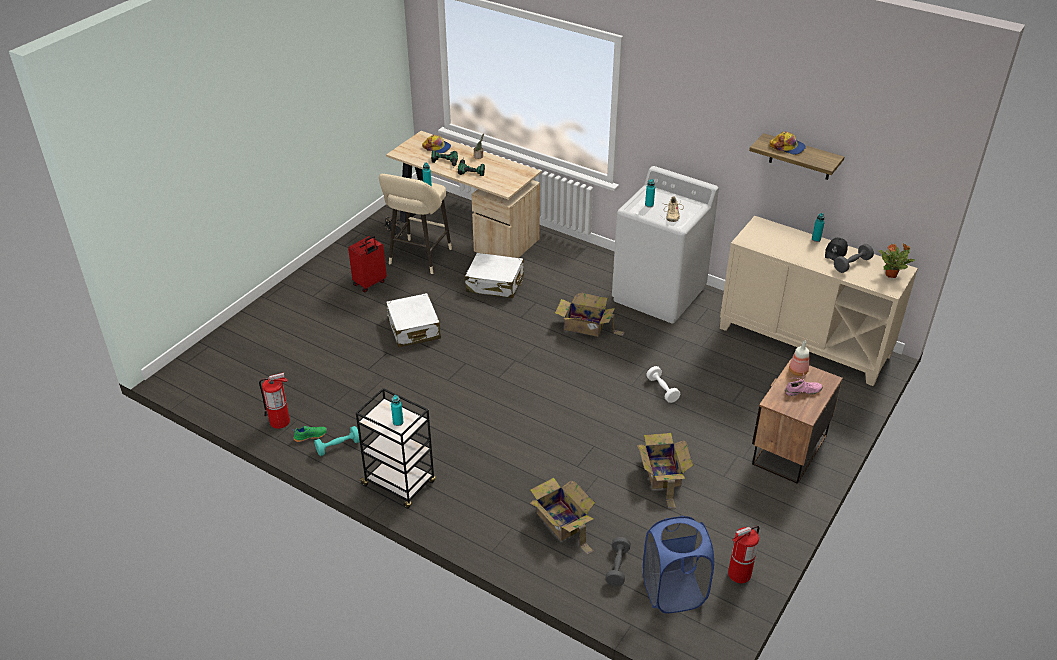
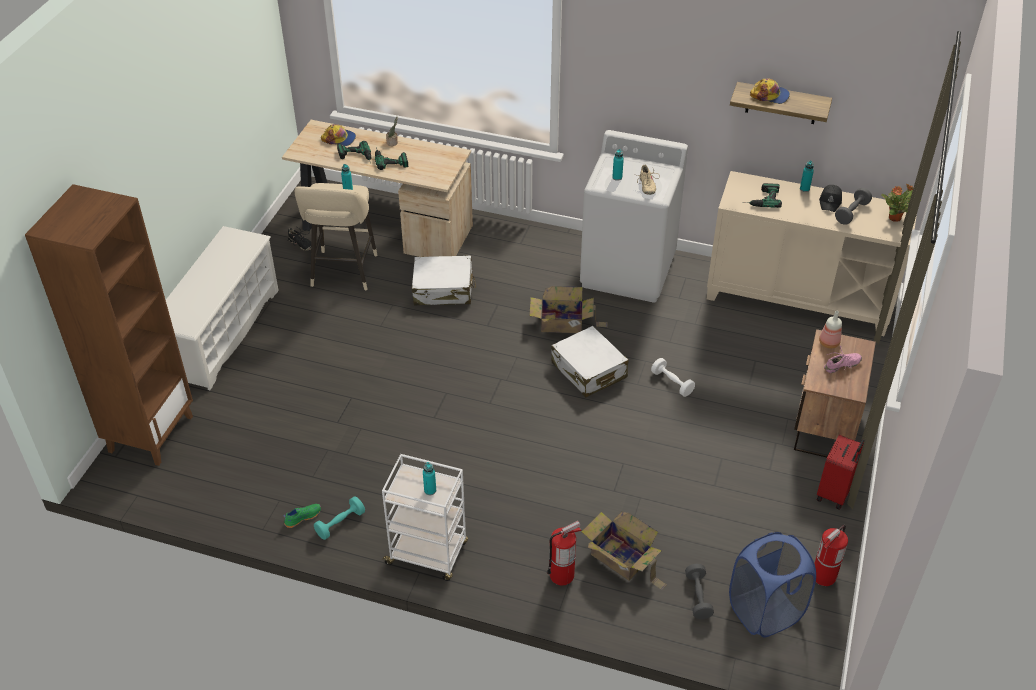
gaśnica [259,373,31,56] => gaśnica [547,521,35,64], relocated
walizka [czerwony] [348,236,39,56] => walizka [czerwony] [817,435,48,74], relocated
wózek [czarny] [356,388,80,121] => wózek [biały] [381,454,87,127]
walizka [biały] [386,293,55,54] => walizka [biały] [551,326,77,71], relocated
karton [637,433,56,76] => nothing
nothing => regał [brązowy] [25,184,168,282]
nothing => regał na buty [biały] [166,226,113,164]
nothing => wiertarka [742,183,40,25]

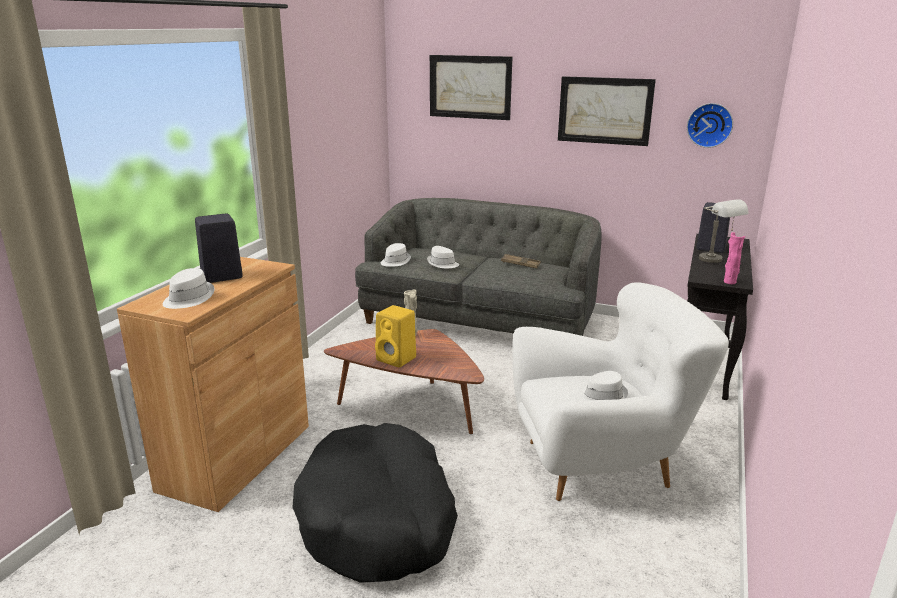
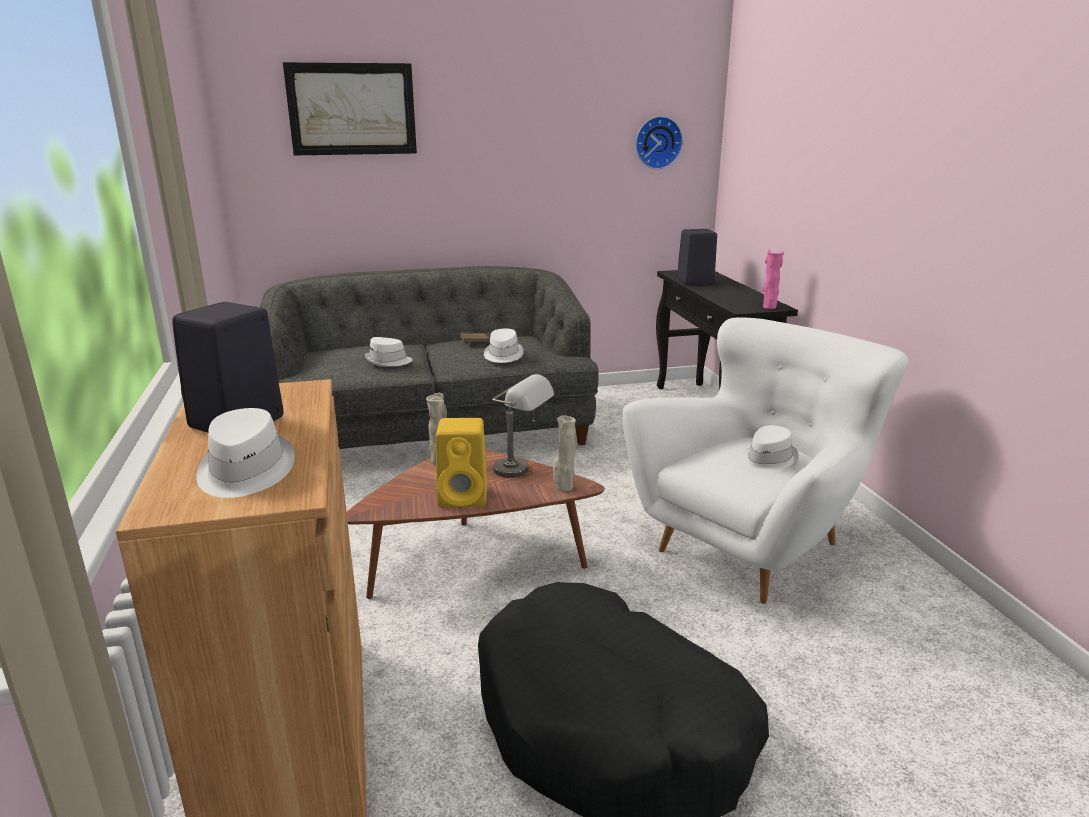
kapelusz [biały] [381,243,30,24] => kapelusz [biały] [484,329,40,34], relocated
obraz [558,76,98,70] => nothing
lampa stołowa [szary] [699,199,49,64] => lampa stołowa [szary] [492,374,62,104], relocated
nothing => wazon [beżowy] [553,415,23,76]

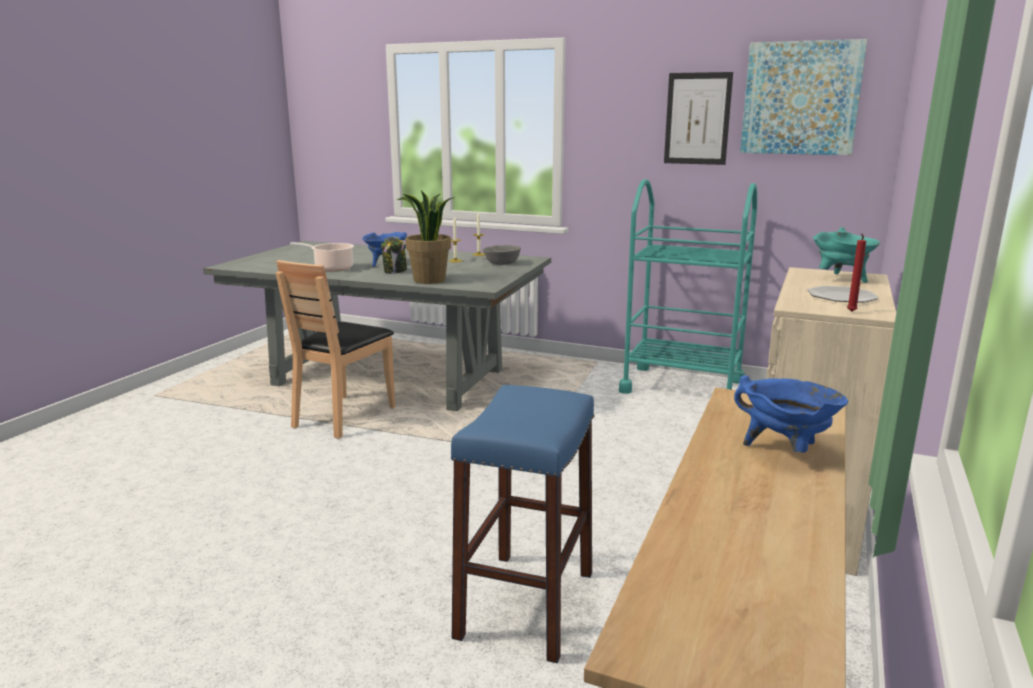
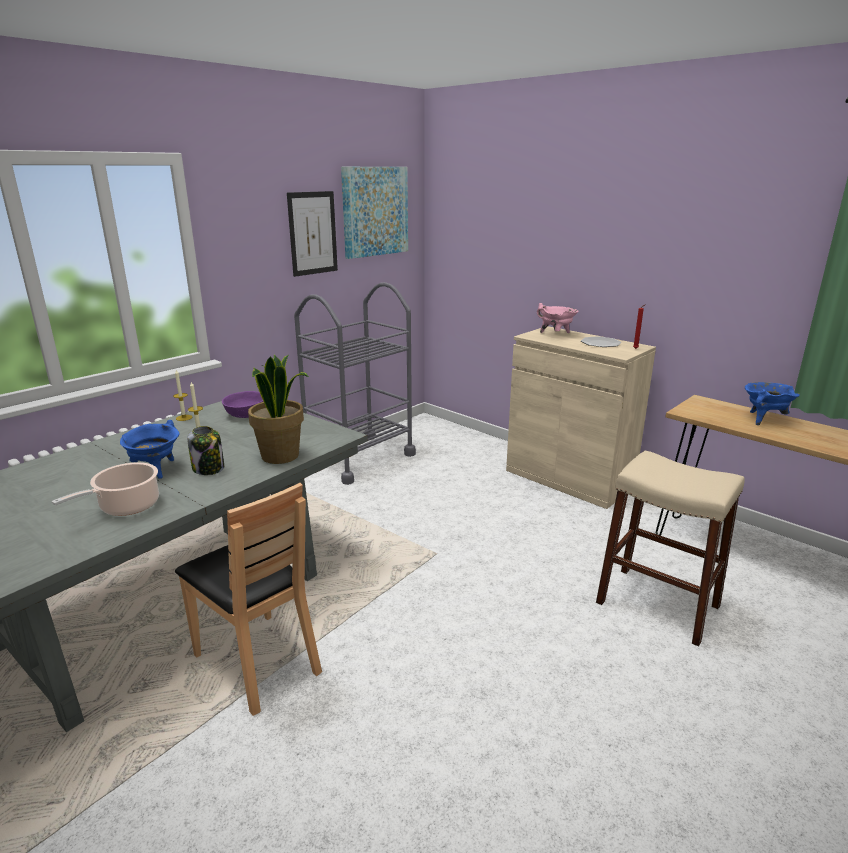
stołek [niebieski] [451,385,144,278] => stołek [beżowy] [596,450,149,197]
miska [szary] [482,245,39,20] => miska [fioletowy] [222,391,42,27]
wózek [turkusowy] [619,179,138,215] => wózek [szary] [294,282,122,203]
garnek [turkusowy] [813,227,67,56] => garnek [różowy] [537,303,42,30]

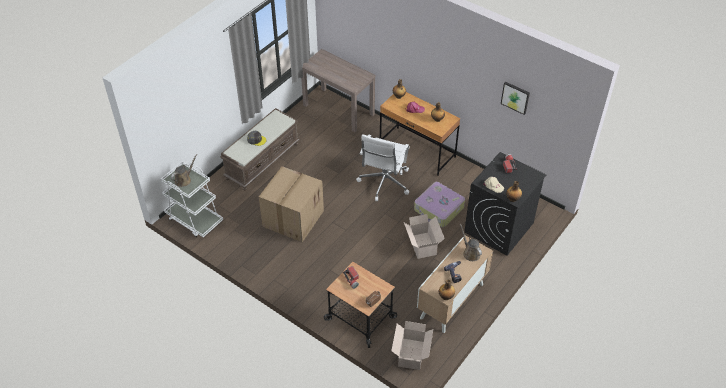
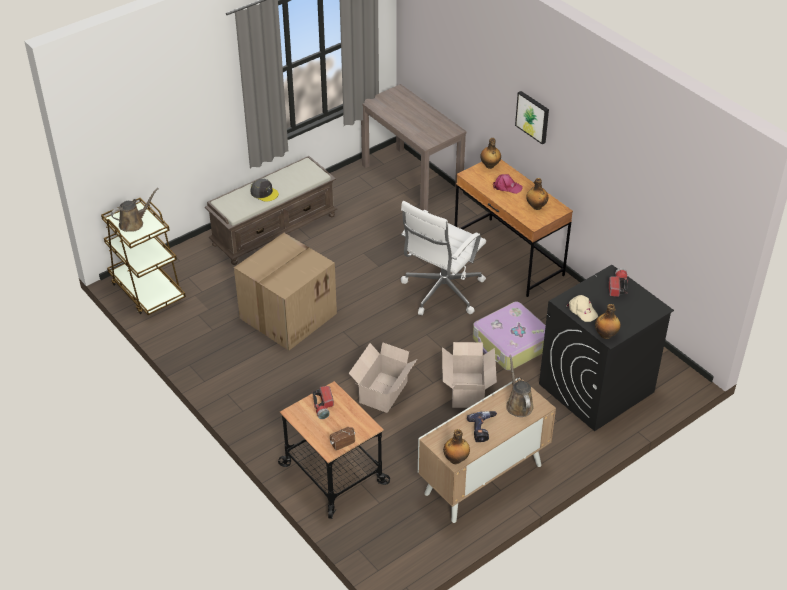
wózek [biały] [161,161,62,76] => wózek [brązowy] [101,198,85,117]
karton [391,321,42,49] => karton [349,342,68,71], relocated
obraz [501,82,29,33] => obraz [515,91,34,54], relocated

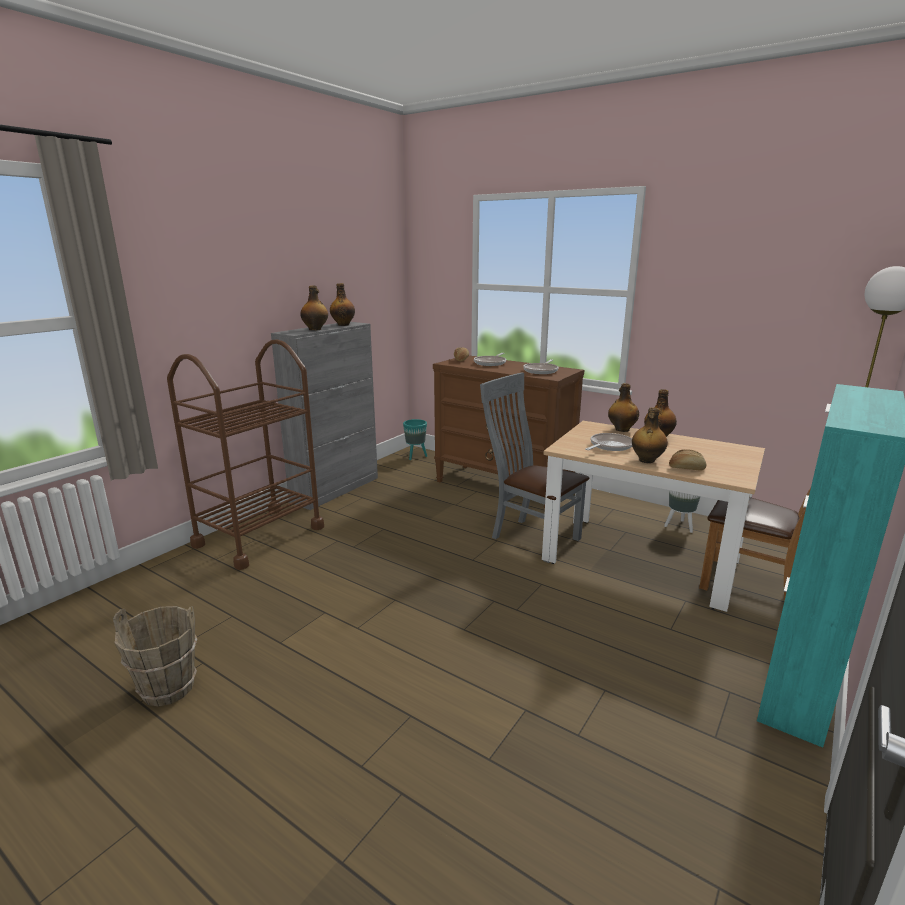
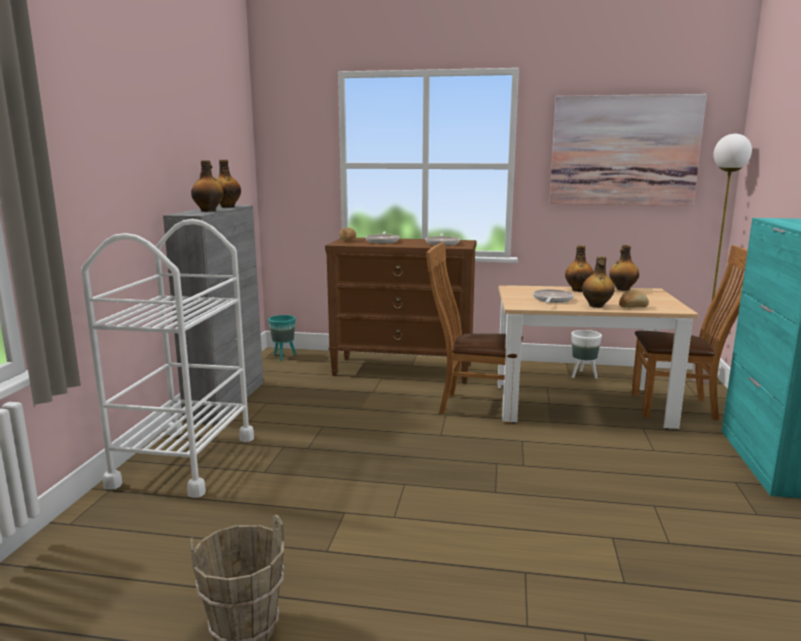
wózek [brązowy] [167,339,157,231] => wózek [biały] [81,219,173,279]
krzesło [szary] [480,372,109,191] => krzesło [brązowy] [426,242,97,181]
butelka [608,383,31,49] => butelka [609,245,30,46], relocated
nothing => obraz [549,94,158,112]

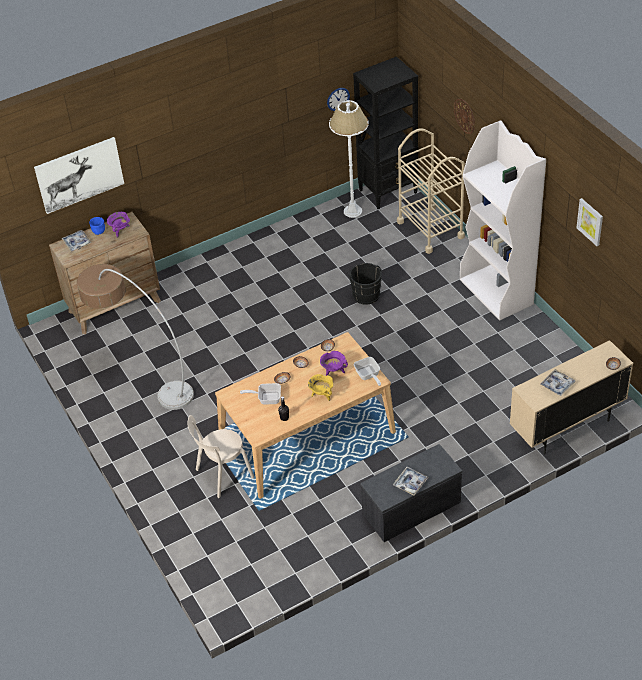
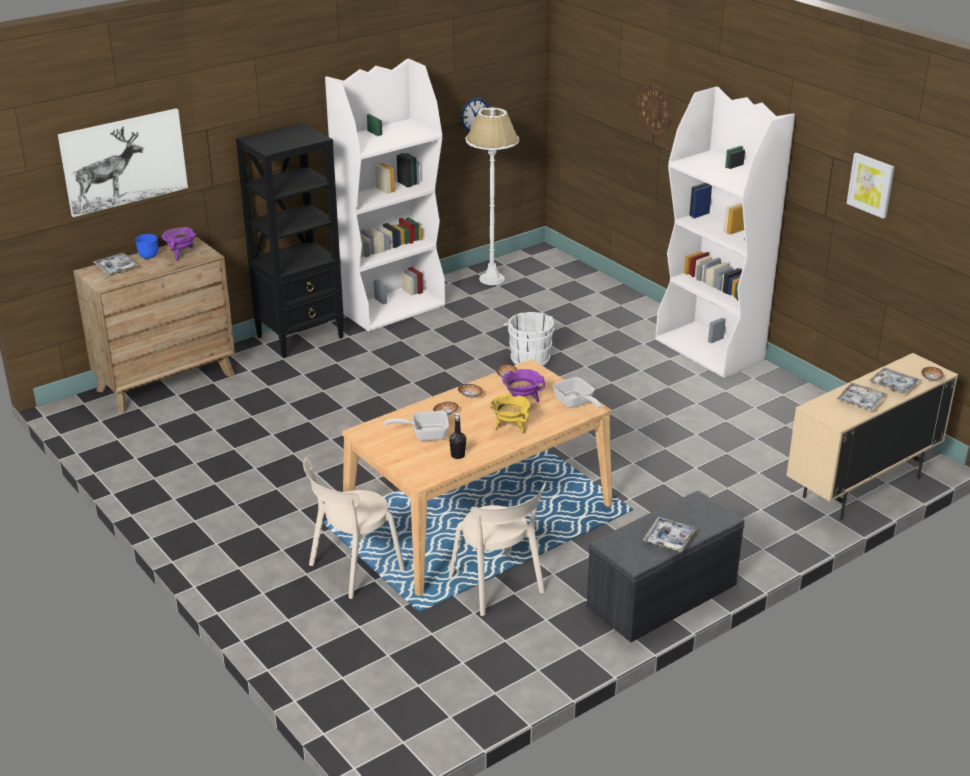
lampa stojąca [77,264,117,146] => nothing
wiadro [czarny] [347,263,35,42] => wiadro [biały] [503,312,51,54]
regał [czarny] [353,57,65,152] => regał [czarny] [236,123,108,235], relocated
wózek [beżowy] [397,128,68,126] => nothing
nothing => regał [biały] [325,58,120,274]
nothing => krzesło [beżowy] [449,482,97,134]
nothing => taca [868,368,53,26]

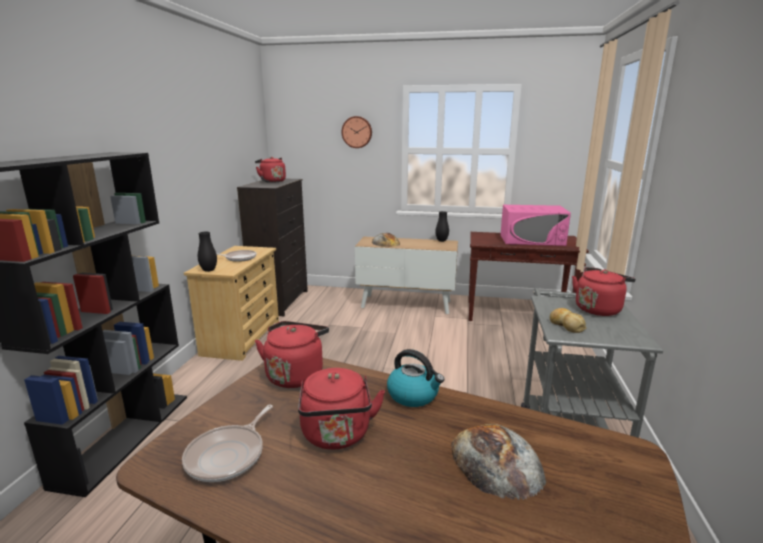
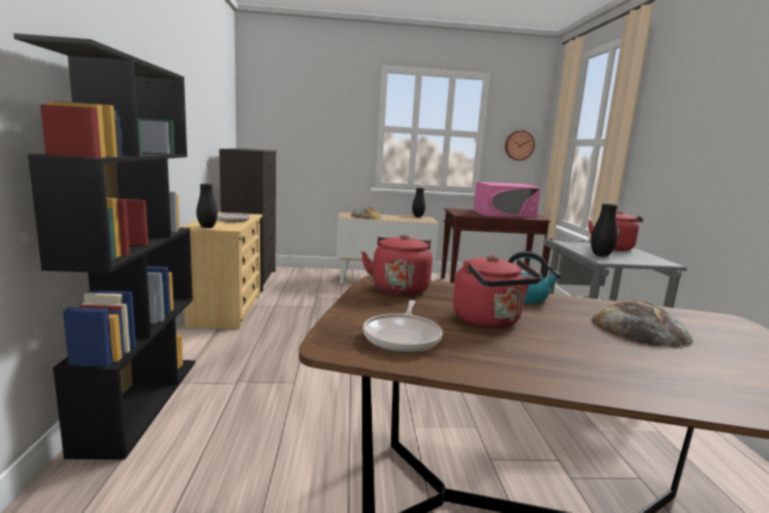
czajnik [czerwony] [255,157,31,26] => nothing
zegar ścienny [342,116,30,32] => zegar ścienny [505,130,30,31], relocated
chleb [550,308,36,25] => wazon [czarny] [591,204,26,53]

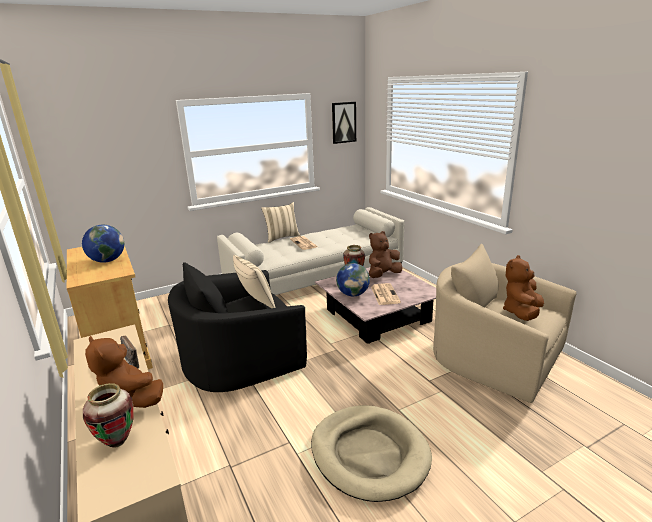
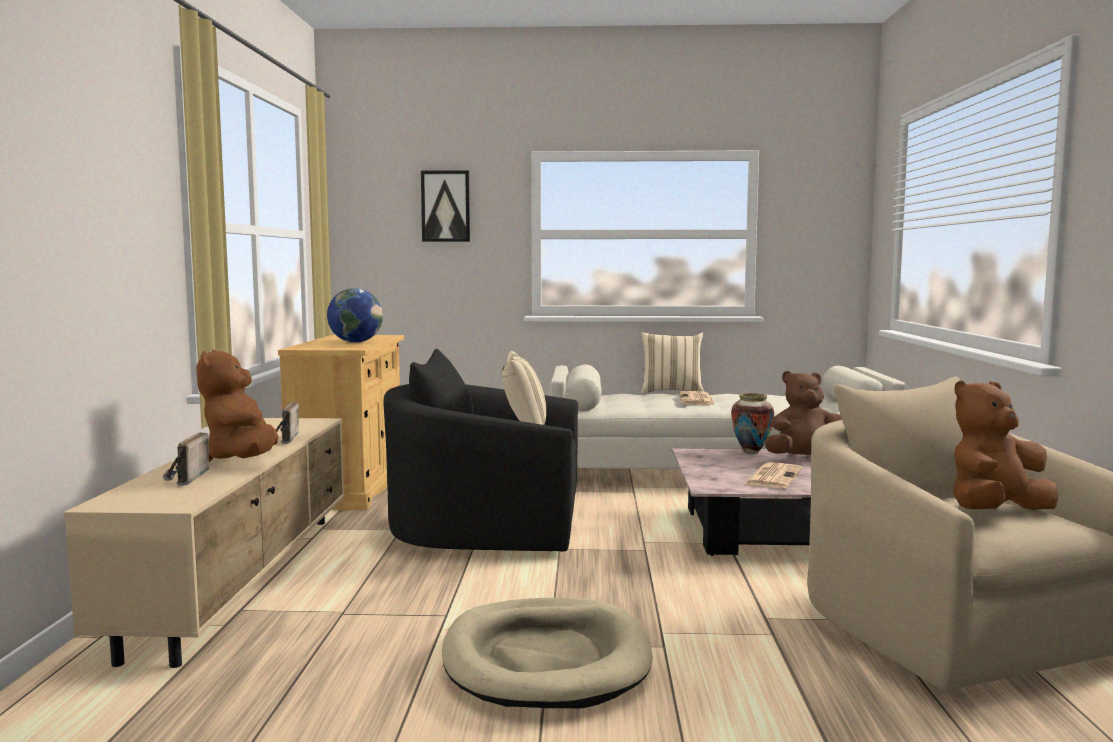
wazon [83,383,51,65] => radio [163,432,47,54]
obraz [332,102,24,42] => obraz [421,170,49,72], relocated
globus [336,263,34,33] => nothing

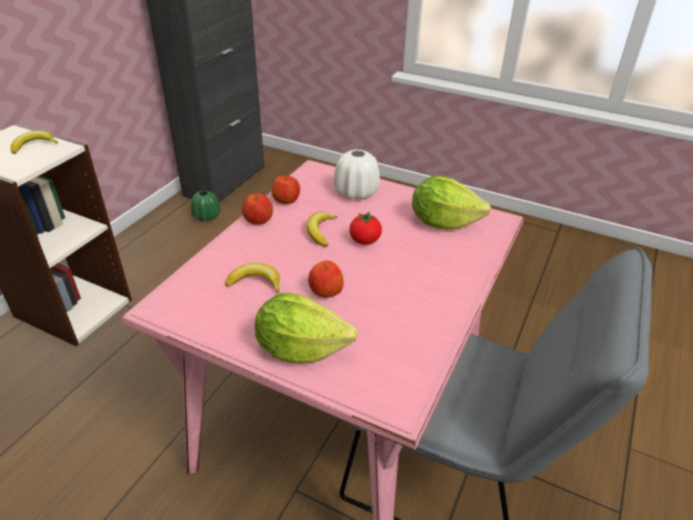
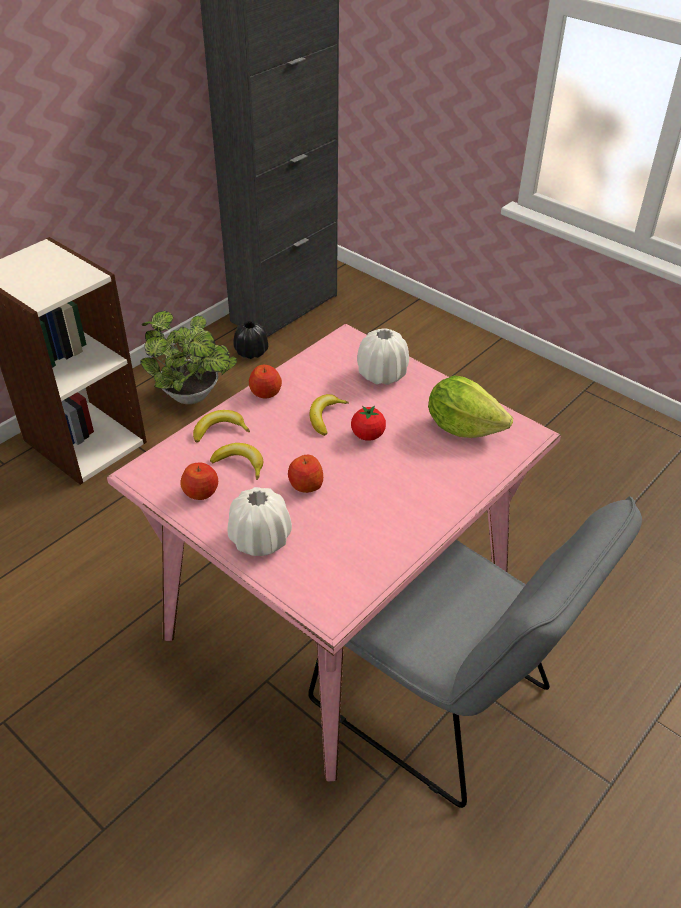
banan [10,130,48,24] => banan [193,410,57,33], relocated
wazon [zielony] [191,190,30,31] => wazon [czarny] [233,321,35,38]
sałata [255,293,103,71] => wazon [biały] [227,487,65,69]
jabłko [271,175,29,29] => jabłko [180,463,38,37], relocated
nothing => roślina doniczkowa [140,311,97,93]

